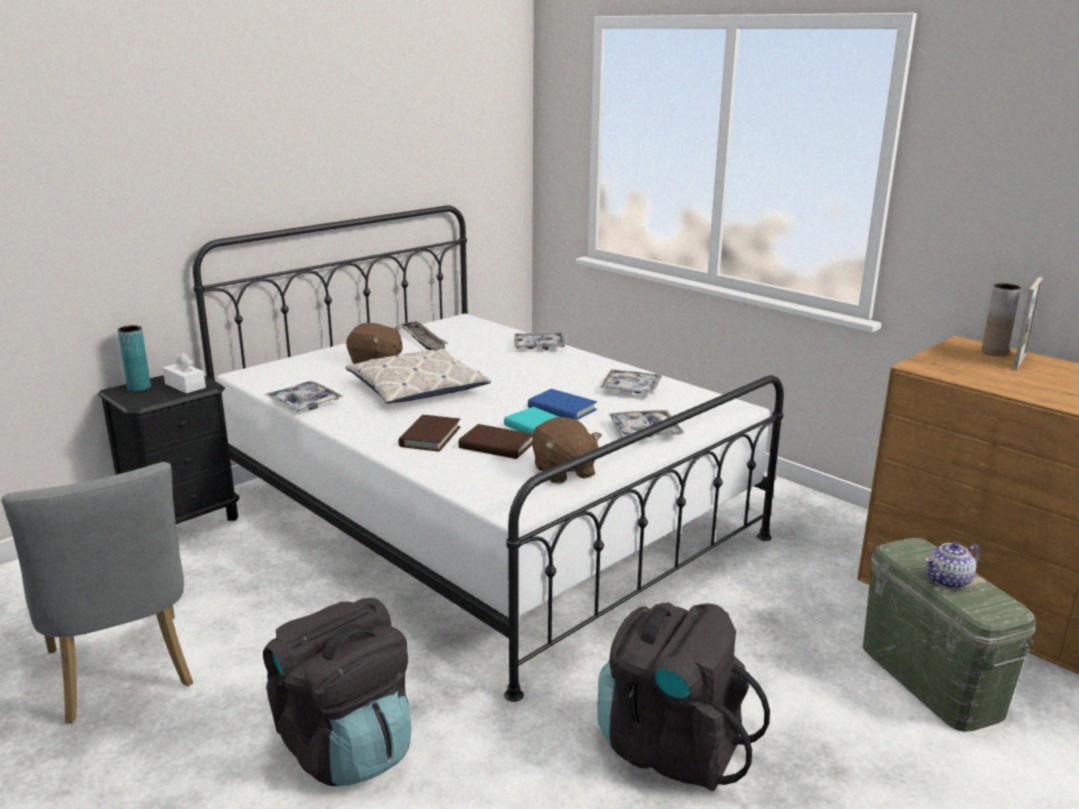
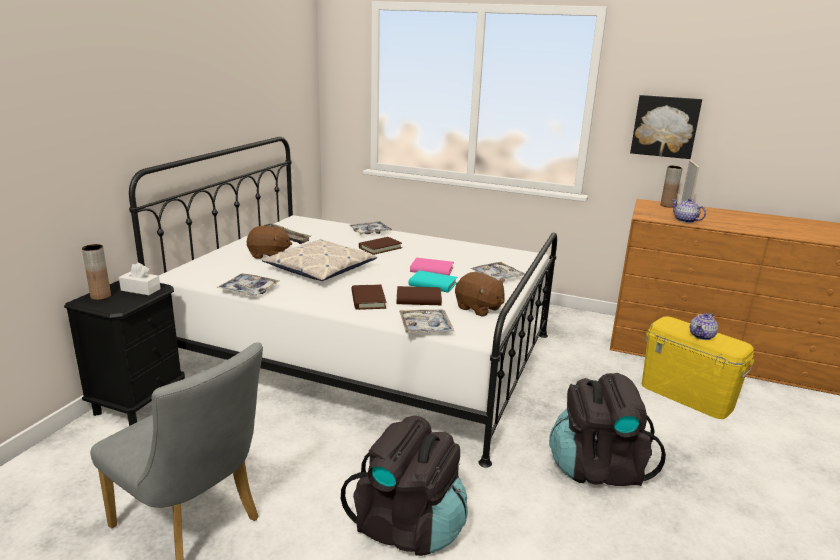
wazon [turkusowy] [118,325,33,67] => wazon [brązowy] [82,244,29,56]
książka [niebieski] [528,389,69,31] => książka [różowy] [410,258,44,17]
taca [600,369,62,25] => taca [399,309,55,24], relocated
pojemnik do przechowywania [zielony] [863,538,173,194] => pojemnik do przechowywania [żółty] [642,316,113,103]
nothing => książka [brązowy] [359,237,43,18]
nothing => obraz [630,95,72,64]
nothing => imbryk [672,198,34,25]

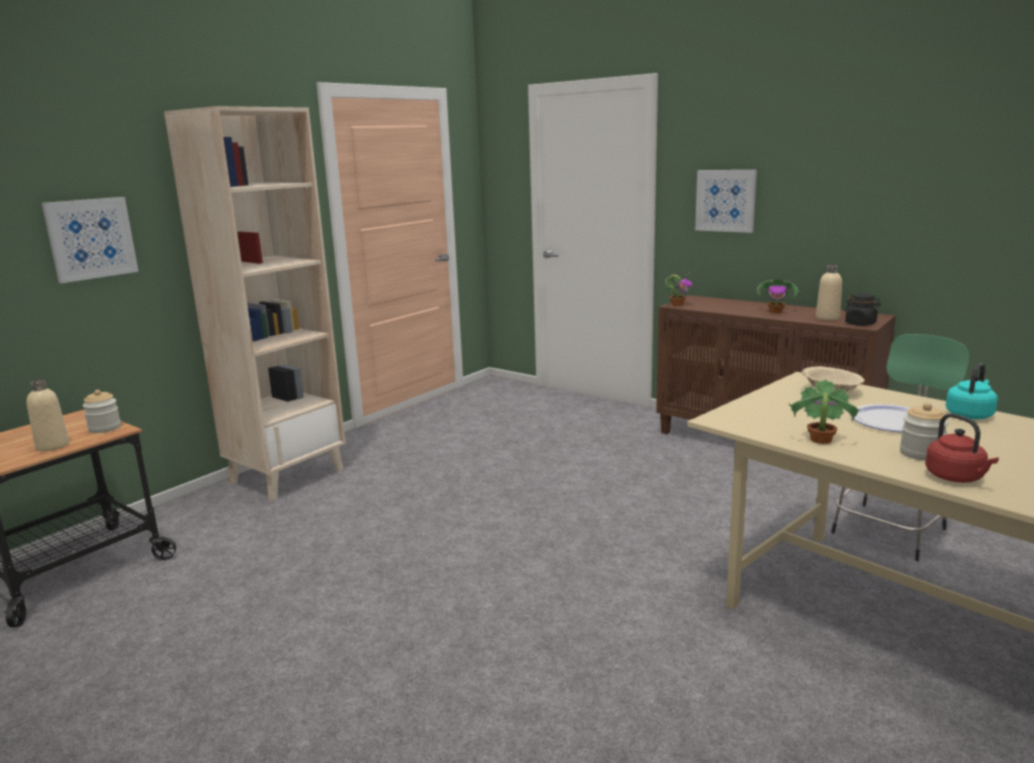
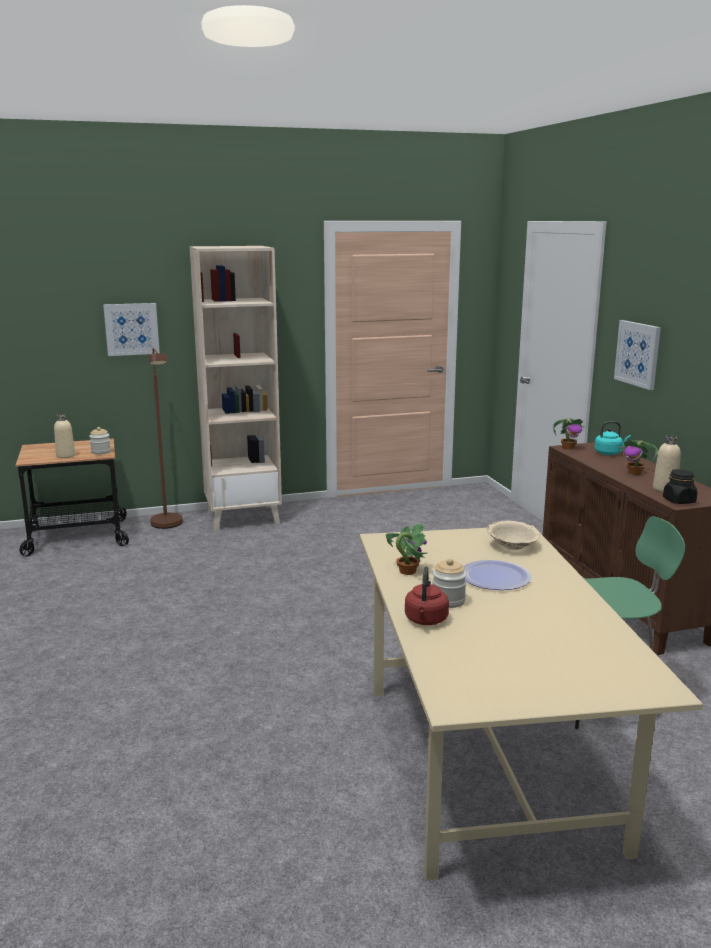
czajnik [turkusowy] [946,363,52,56] => czajnik [turkusowy] [594,421,37,34], relocated
nothing => lampa stojąca [brązowy] [148,348,35,181]

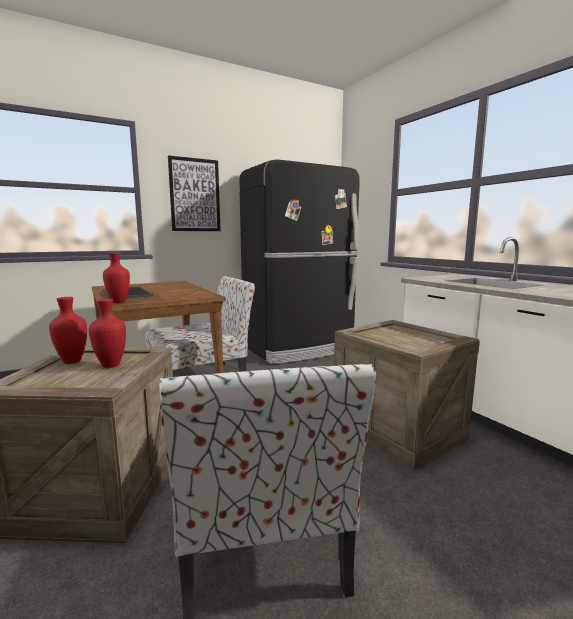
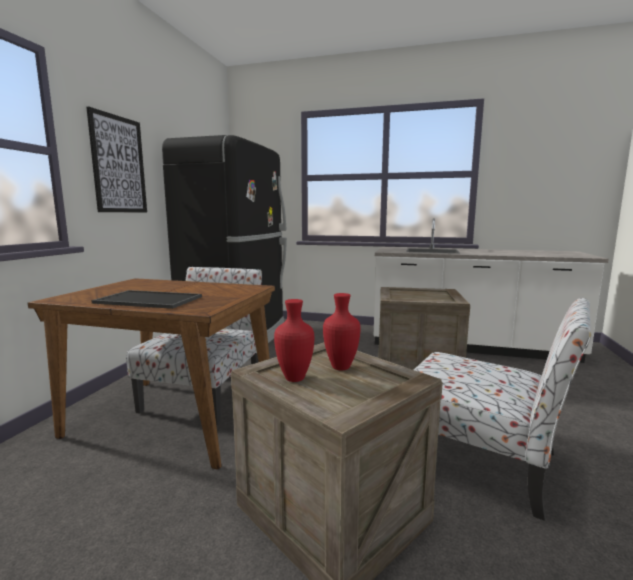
wazon [czerwony] [103,253,27,50] => nothing

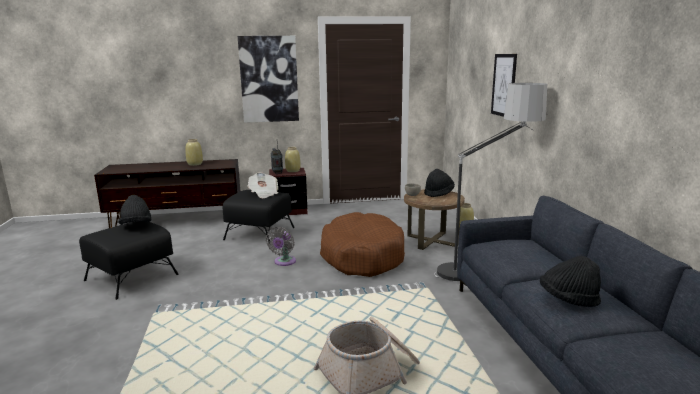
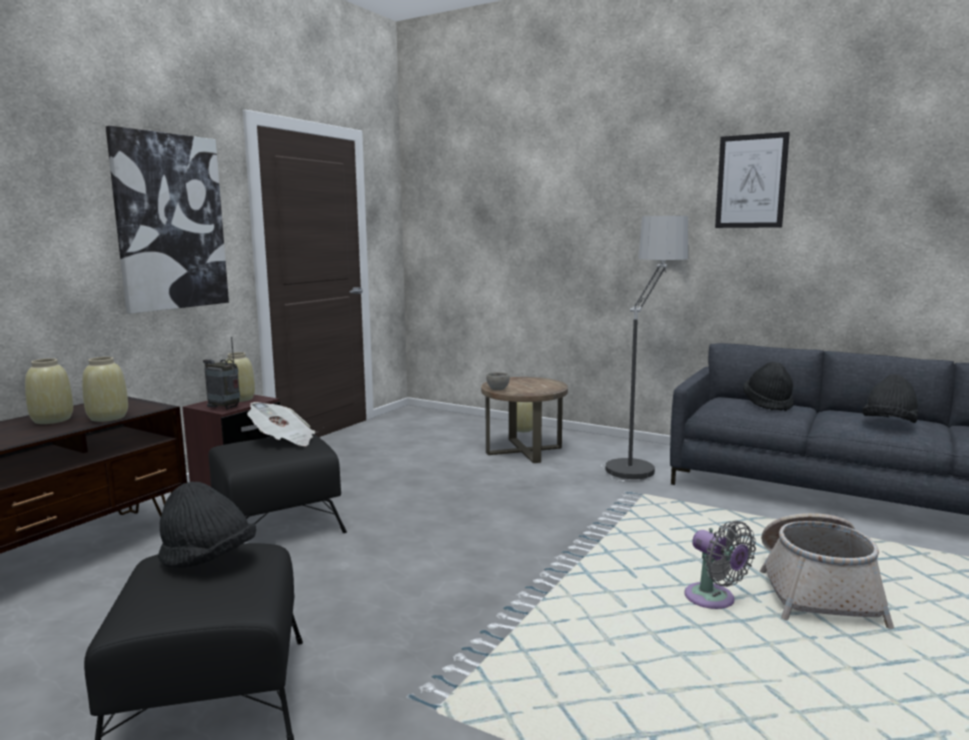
wentylator [szary] [266,227,30,39] => wentylator [szary] [684,521,72,88], relocated
legowisko [brązowy] [320,212,85,65] => nothing
kapelusz [czarny] [424,169,31,28] => kapelusz [czarny] [743,362,51,49], relocated
obraz [491,54,26,63] => obraz [715,132,75,96], relocated
nothing => wazon [beżowy] [82,357,46,65]

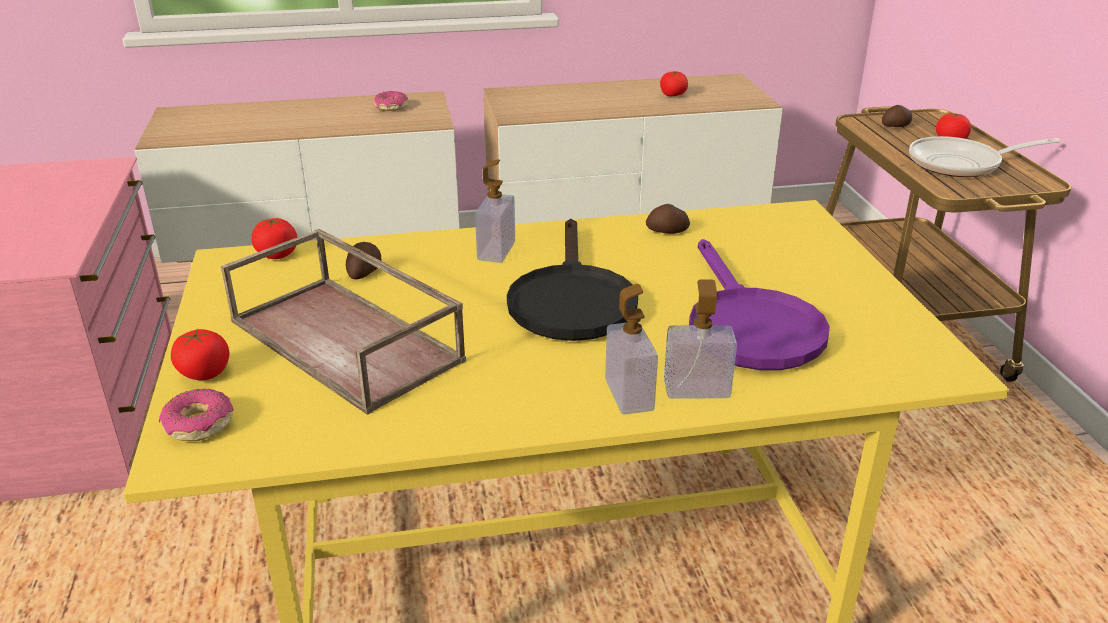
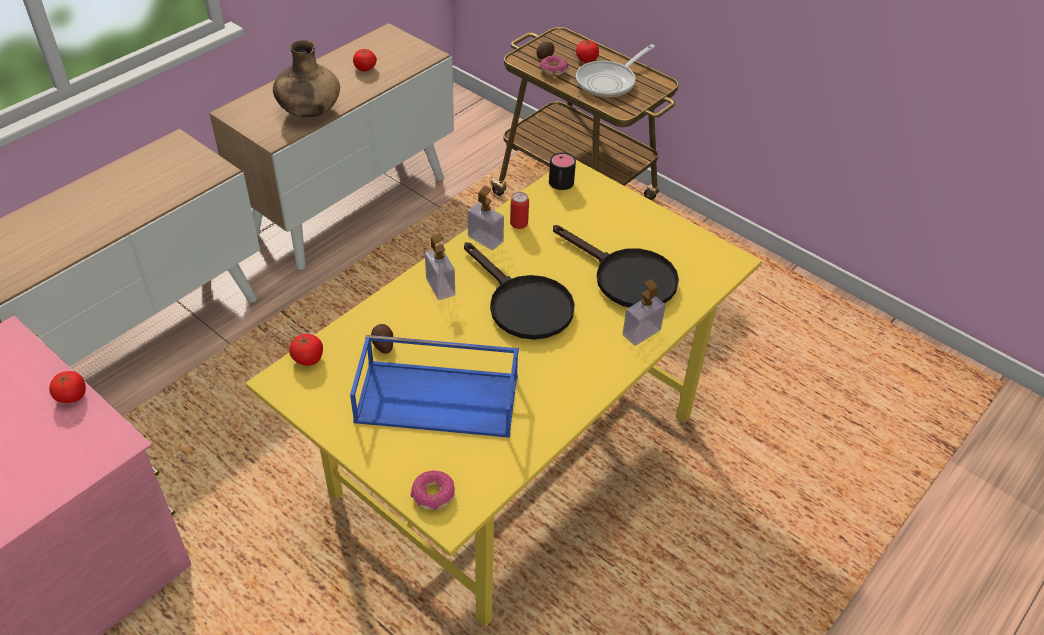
pomidor [171,328,59,52] => pomidor [49,371,37,32], relocated
taca [brązowy] [221,229,245,186] => taca [niebieski] [350,335,169,103]
donut [374,91,34,20] => donut [540,56,28,20], relocated
dozownik mydła [605,284,53,131] => dozownik mydła [468,186,36,64], relocated
ziemniak [646,204,44,30] => puszka [510,192,19,37]
patelnia [fioletowy] [689,239,141,131] => patelnia [czarny] [553,225,126,82]
nothing => wazon [brązowy] [273,40,67,78]
nothing => kubek [czarny] [549,152,27,38]

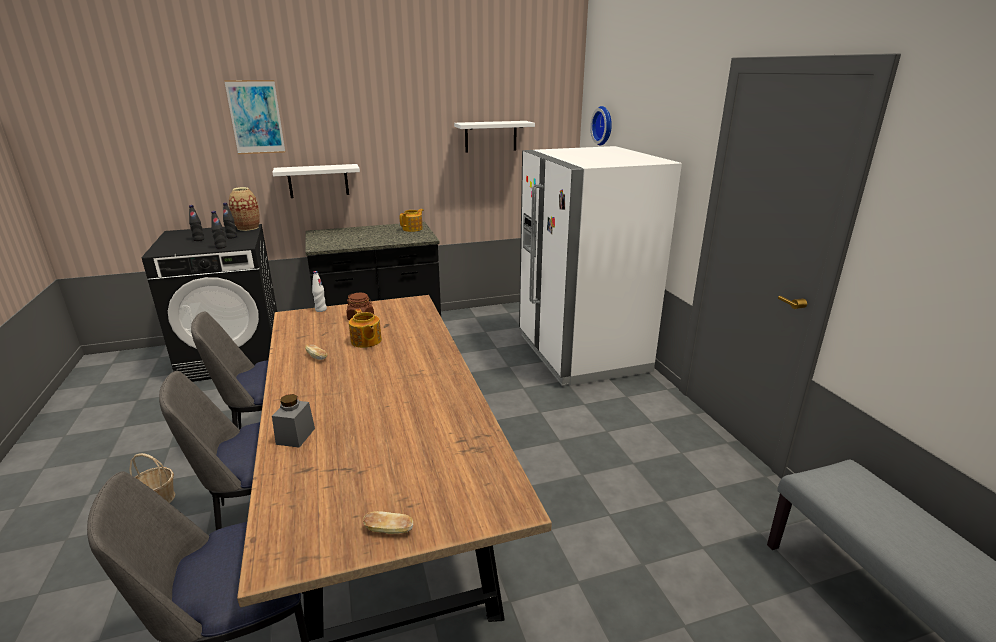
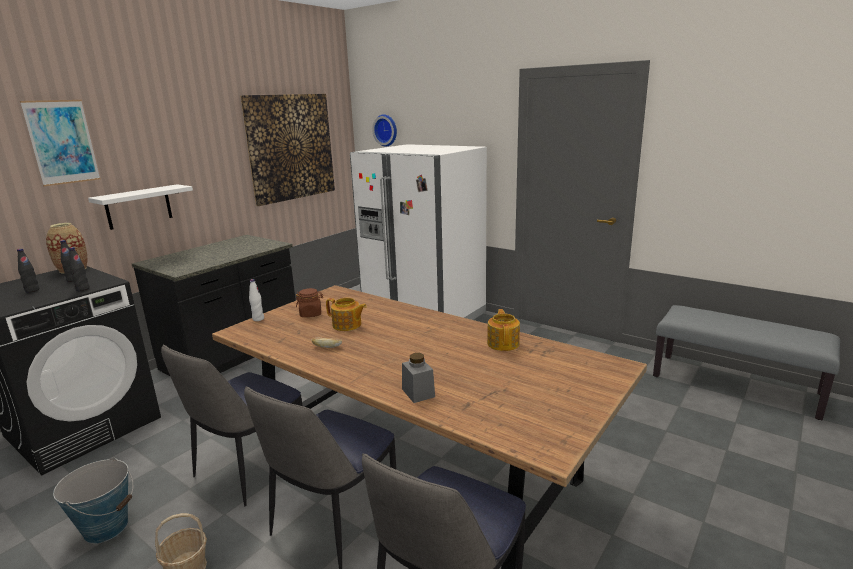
chleb [363,511,50,23] => nothing
imbryk [400,209,24,23] => imbryk [487,309,33,42], relocated
półka [biały] [454,121,81,32] => obraz [240,94,95,112]
nothing => wiadro [53,457,80,87]

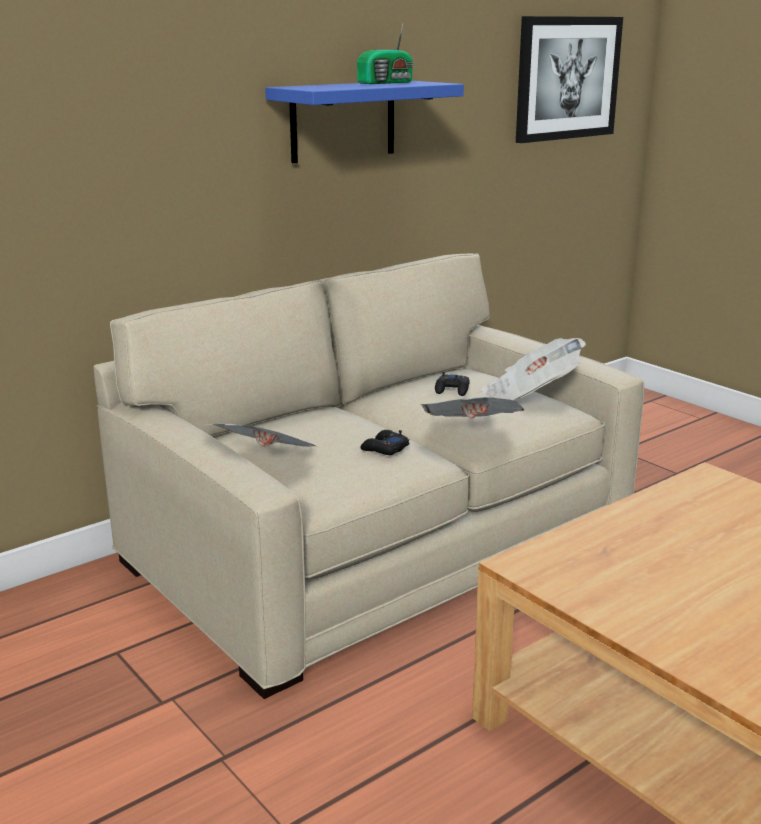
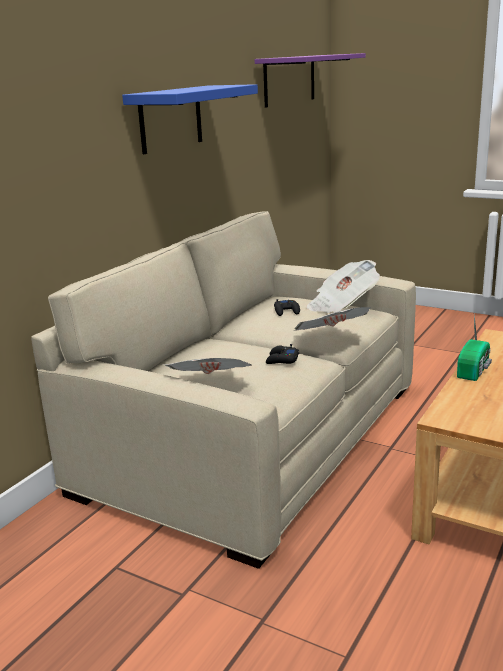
radio [357,24,56,60] => radio [457,315,35,66], relocated
obraz [516,16,107,127] => półka [fioletowy] [255,53,111,55]

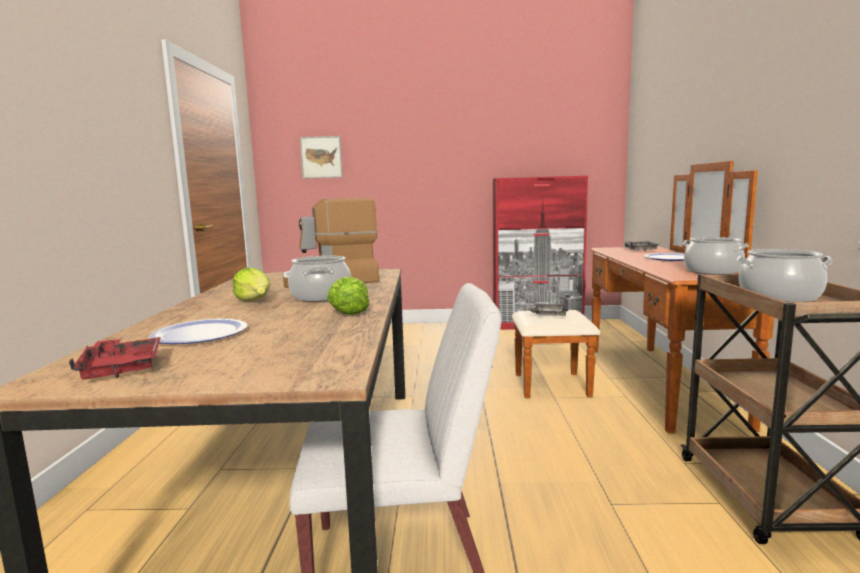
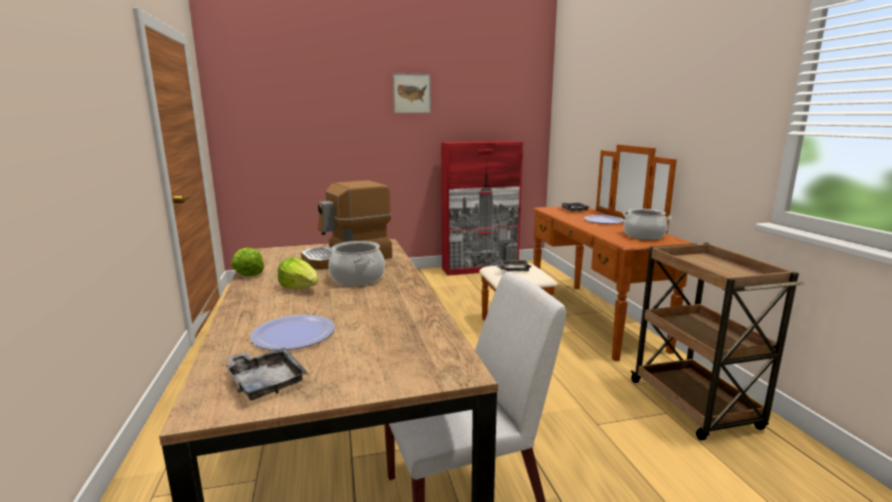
taca [czerwony] [69,337,92,43] => taca [szary] [225,347,83,53]
obraz [300,136,43,43] => obraz [393,73,38,40], relocated
sałata [327,276,42,39] => sałata [231,248,33,28], relocated
garnek [736,249,97,53] => nothing

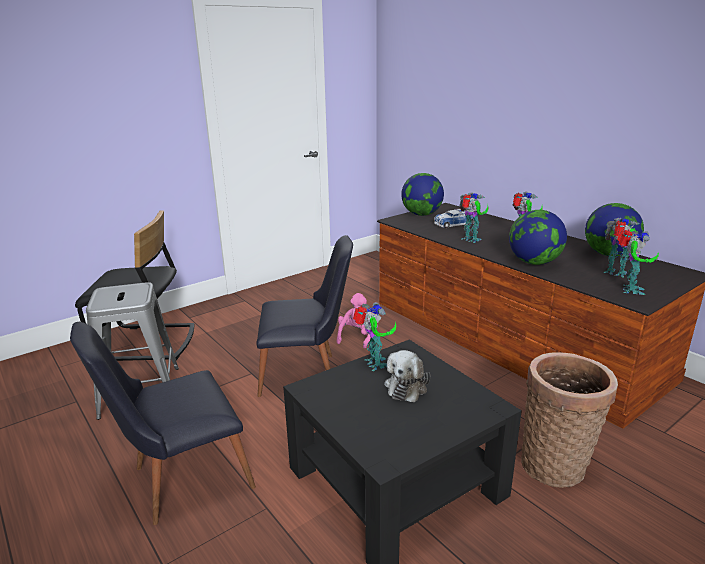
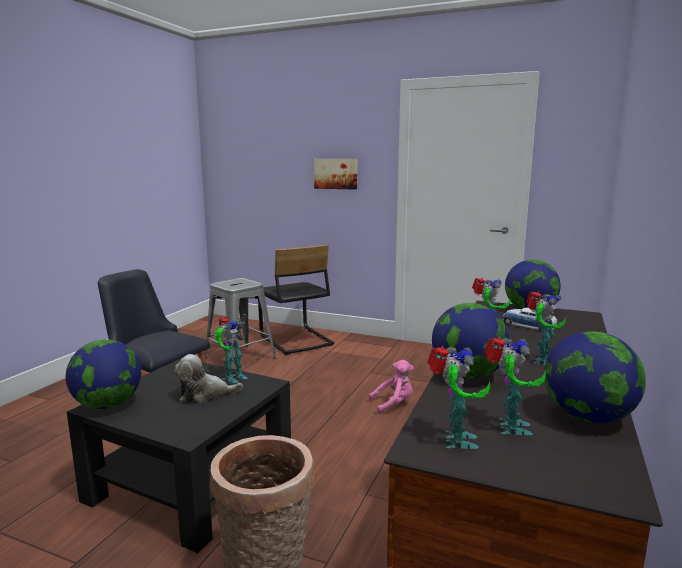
krzesło [czarny] [256,235,97,162] => nothing
robot zabawkowy [617,230,42,65] => robot zabawkowy [427,346,63,103], 75 degrees counterclockwise
nothing => globus [66,339,75,70]
nothing => obraz [314,159,43,31]

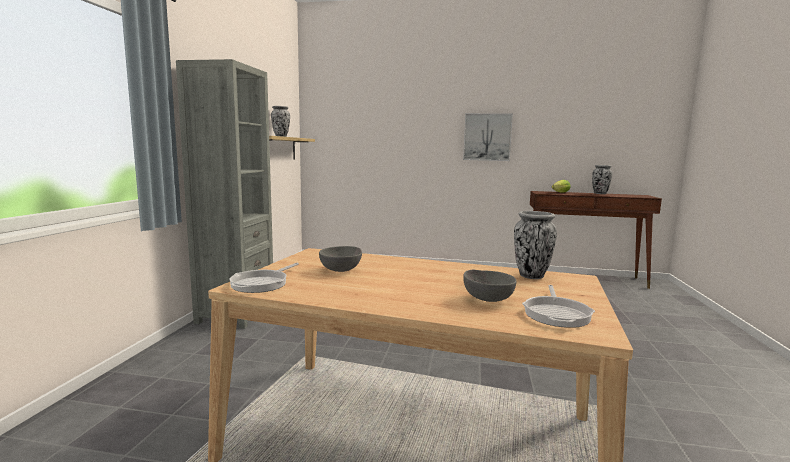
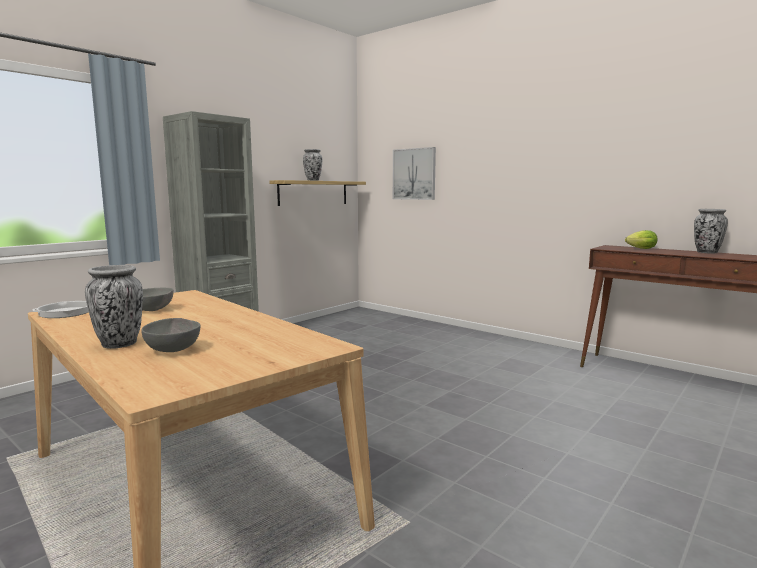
obraz [463,113,50,48] => obraz [393,147,43,53], relocated
wazon [514,211,43,68] => wazon [85,265,58,84], relocated
patelnia [522,285,73,43] => nothing

